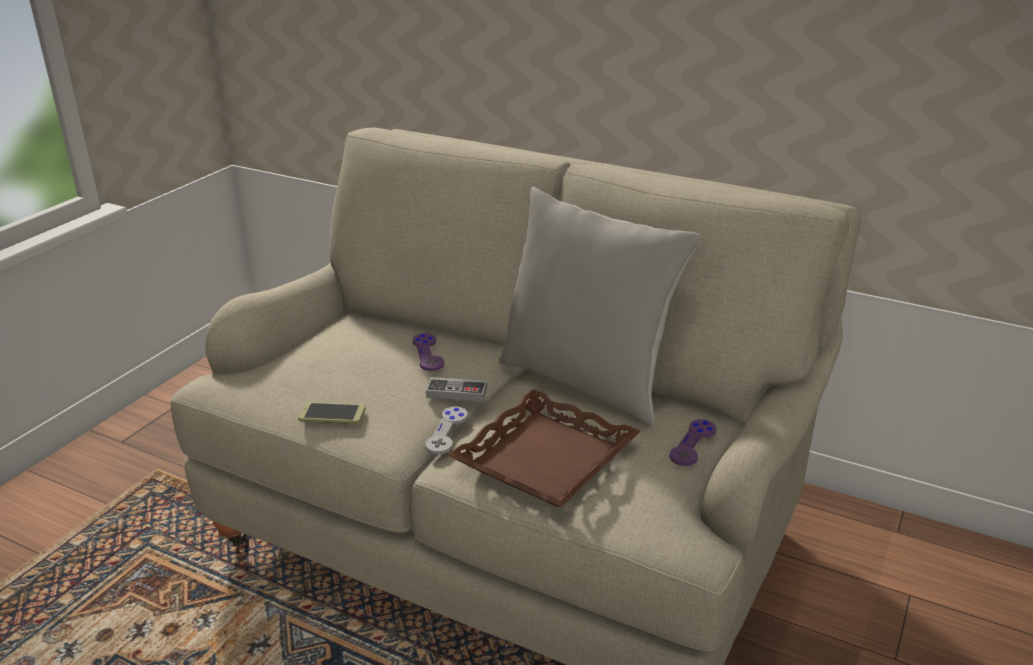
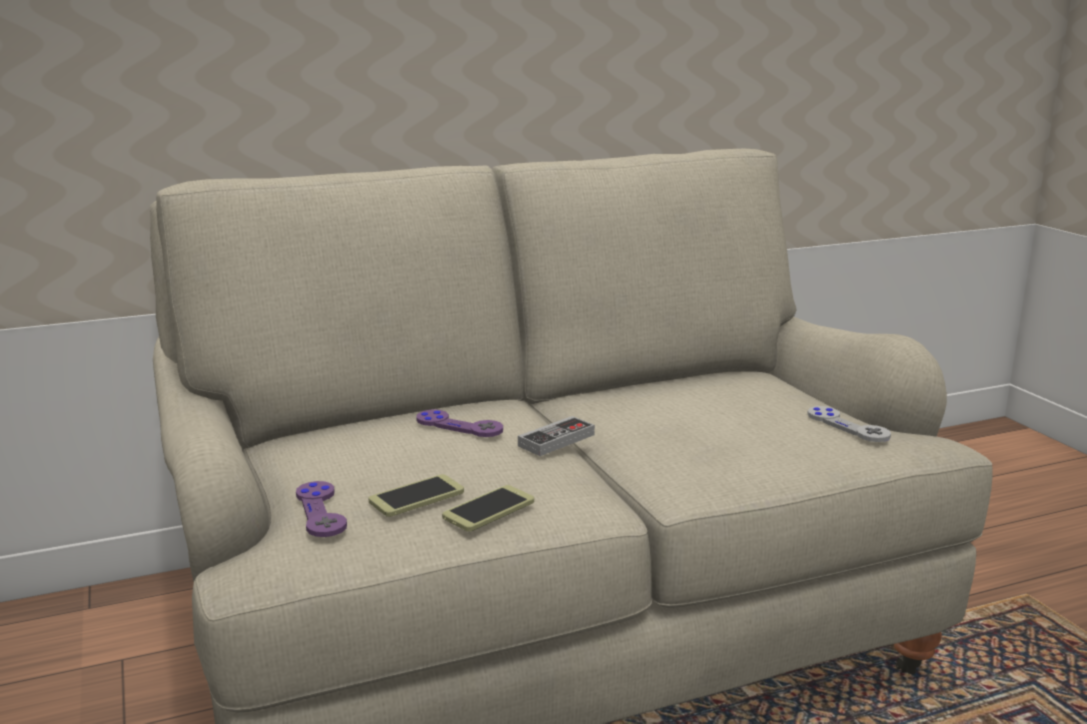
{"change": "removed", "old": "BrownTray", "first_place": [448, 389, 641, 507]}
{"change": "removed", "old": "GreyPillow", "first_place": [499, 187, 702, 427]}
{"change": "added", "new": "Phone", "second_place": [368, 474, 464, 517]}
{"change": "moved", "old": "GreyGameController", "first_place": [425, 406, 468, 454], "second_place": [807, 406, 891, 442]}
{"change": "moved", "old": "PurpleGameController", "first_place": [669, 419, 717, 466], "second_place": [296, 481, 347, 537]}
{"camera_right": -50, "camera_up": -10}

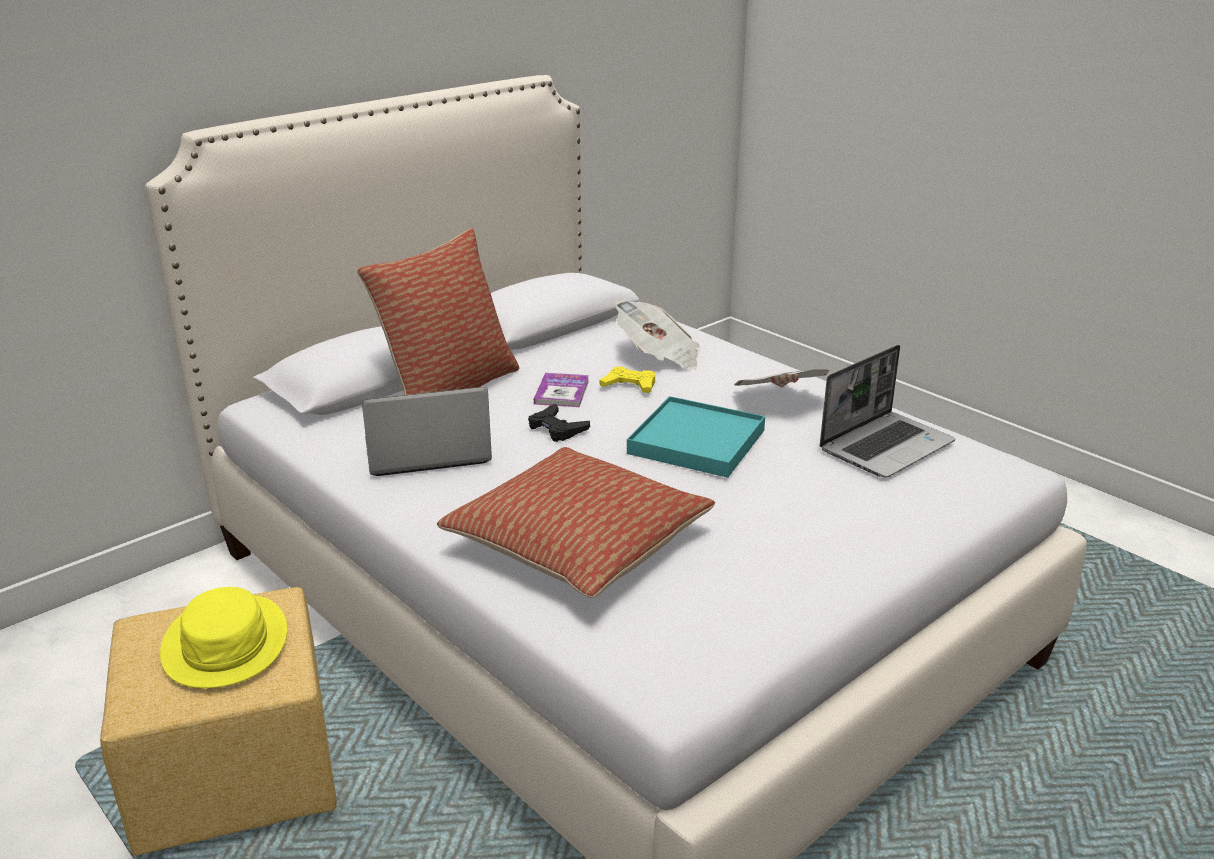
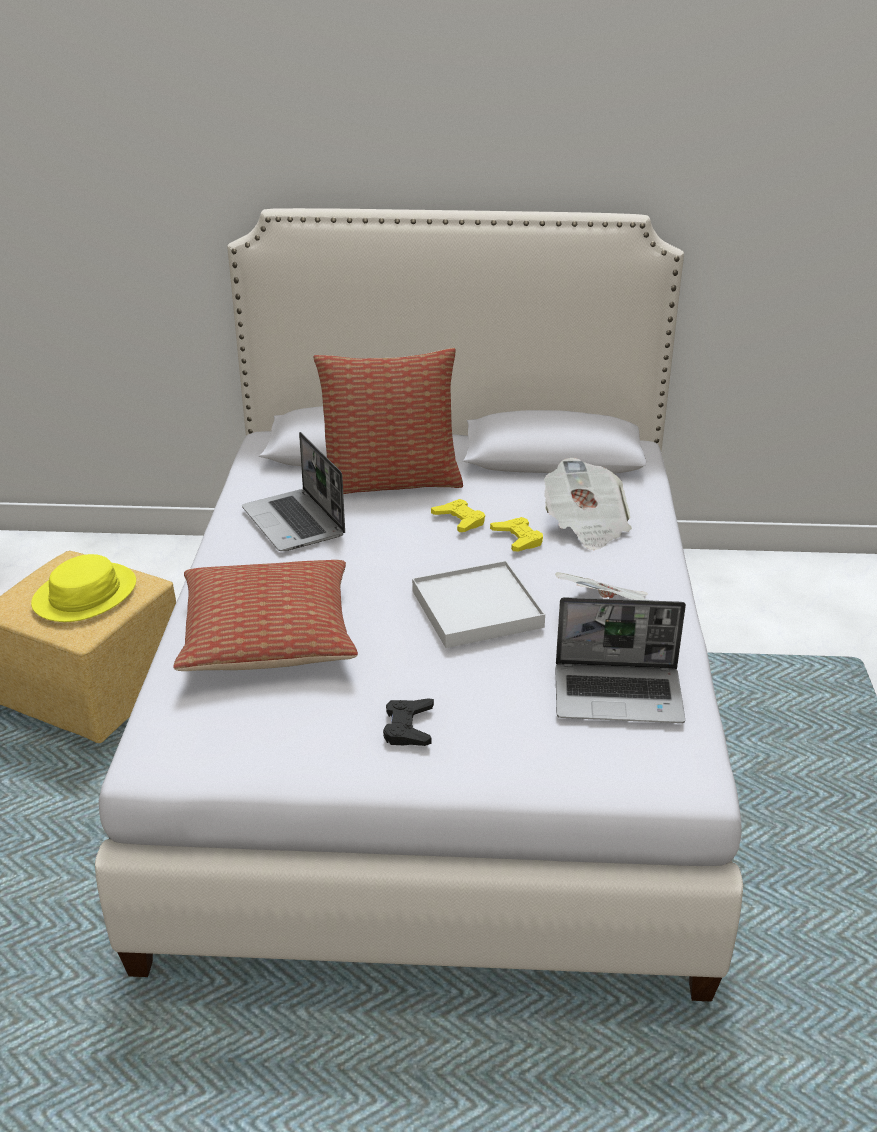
{"change": "moved", "old": "BlackGameController", "first_place": [528, 404, 590, 442], "second_place": [383, 698, 434, 746]}
{"change": "replaced", "old": "Book", "new": "YellowGameController", "first_place": [534, 373, 589, 407], "second_place": [431, 499, 485, 532]}
{"change": "recoloured", "old": "TurquoiseTray", "new": "WhiteTray", "first_place": [627, 396, 765, 478], "second_place": [412, 561, 545, 648]}
{"change": "turned", "old": "Laptop", "first_place": [362, 387, 492, 476], "second_place": [242, 432, 345, 551], "degrees": -150}
{"camera_right": 45, "camera_up": 5}

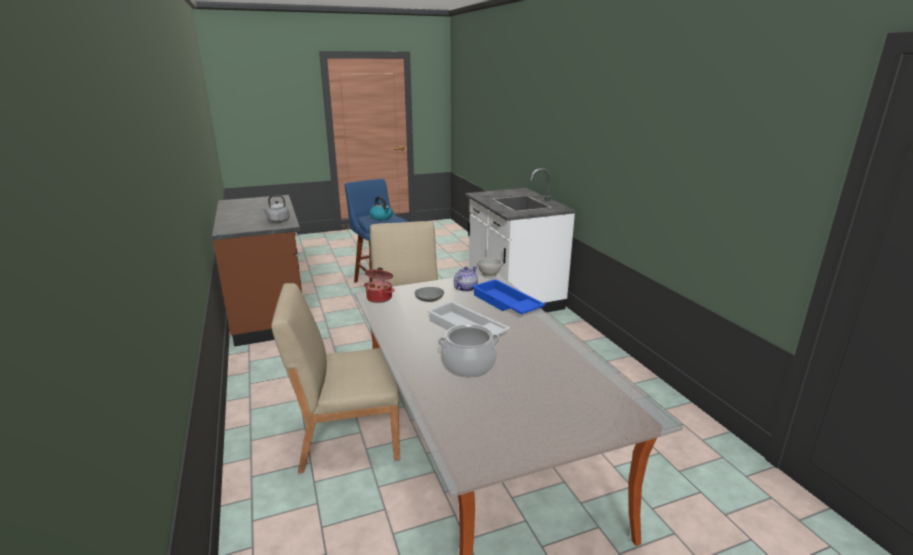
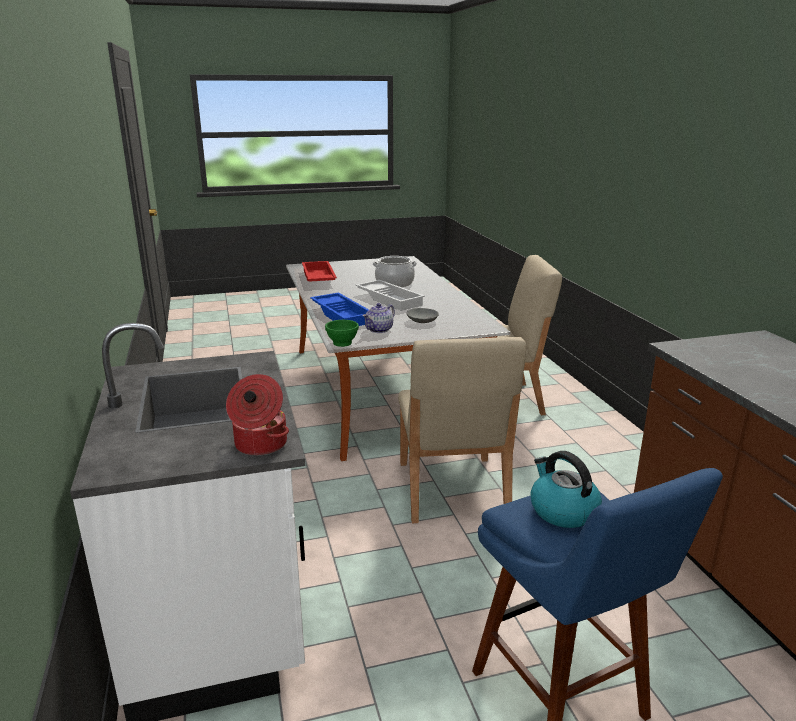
{"change": "removed", "old": "GreyKettle", "first_place": [261, 195, 290, 222]}
{"change": "added", "new": "RedTray", "second_place": [302, 261, 337, 281]}
{"change": "moved", "old": "CookingPot", "first_place": [364, 267, 395, 303], "second_place": [226, 374, 289, 456]}
{"change": "recoloured", "old": "WhiteBowl", "new": "GreenBowl", "first_place": [477, 258, 503, 278], "second_place": [325, 320, 359, 347]}
{"camera_right": -175, "camera_up": 0}

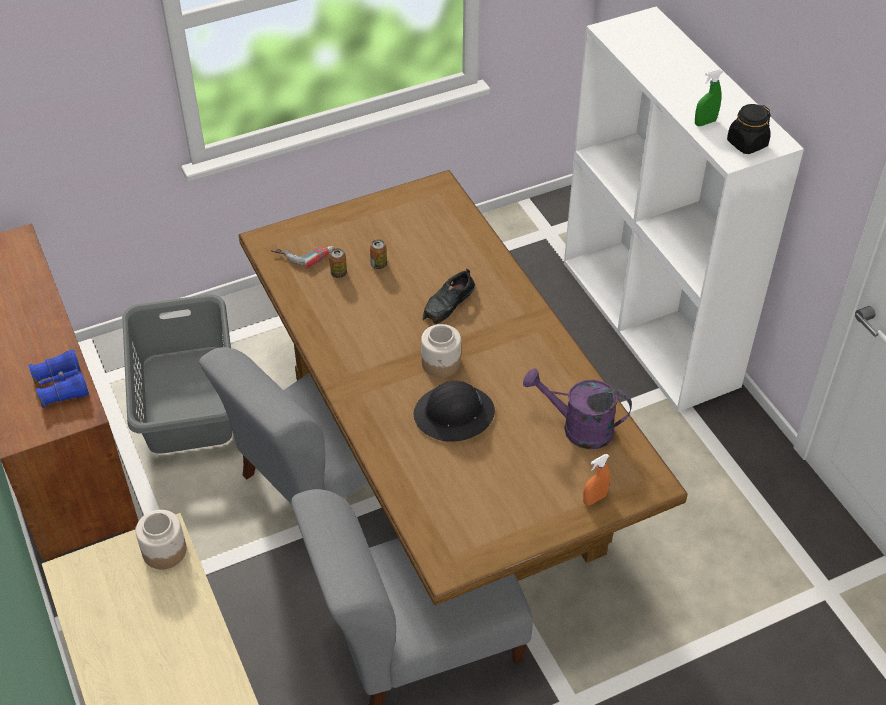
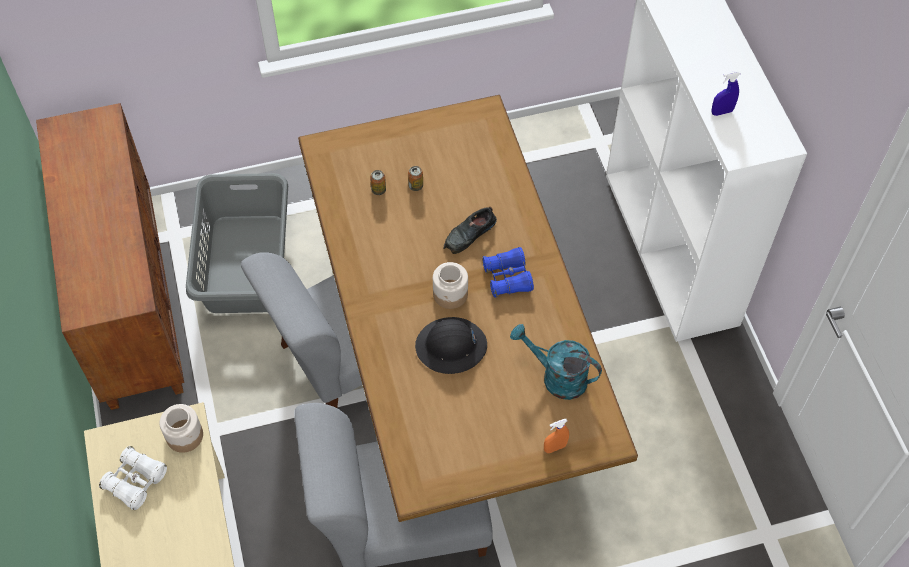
{"change": "removed", "old": "PowerDrill", "first_place": [271, 246, 334, 269]}
{"change": "removed", "old": "BlackJar", "first_place": [727, 104, 771, 154]}
{"change": "added", "new": "WhiteBinoculars", "second_place": [99, 446, 167, 510]}
{"change": "moved", "old": "BlueBinoculars", "first_place": [28, 349, 89, 408], "second_place": [482, 247, 534, 298]}
{"change": "recoloured", "old": "PurpleWateringCan", "new": "TurquoiseWateringCan", "first_place": [523, 368, 632, 449], "second_place": [510, 324, 602, 400]}
{"change": "recoloured", "old": "GreenSprayBottle", "new": "BlueSprayBottle", "first_place": [695, 69, 723, 126], "second_place": [712, 71, 741, 116]}
{"camera_right": 10, "camera_up": 10}

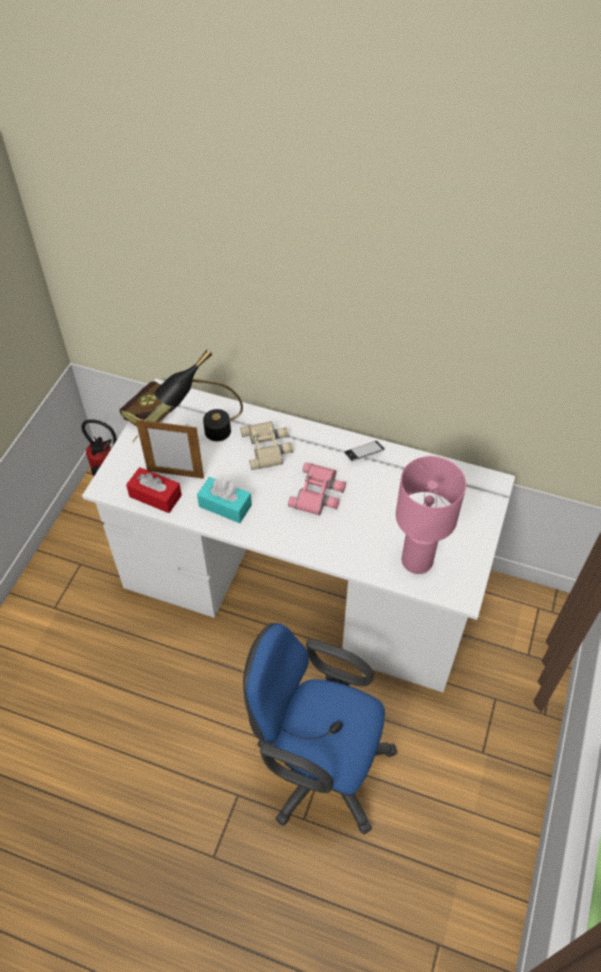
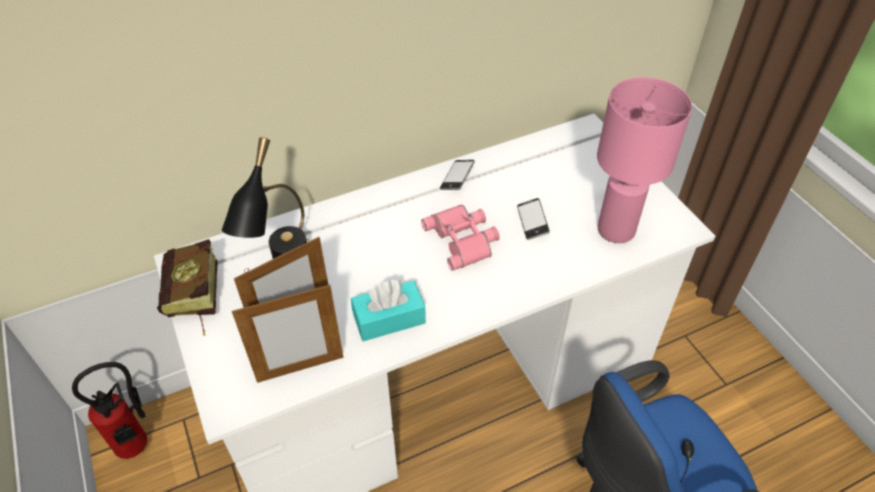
{"change": "removed", "old": "BeigeBinoculars", "first_place": [240, 421, 293, 470]}
{"change": "added", "new": "Phone", "second_place": [517, 198, 550, 240]}
{"change": "replaced", "old": "RedTissueBox", "new": "PictureFrame", "first_place": [126, 467, 182, 513], "second_place": [232, 285, 344, 383]}
{"camera_right": -45, "camera_up": -5}

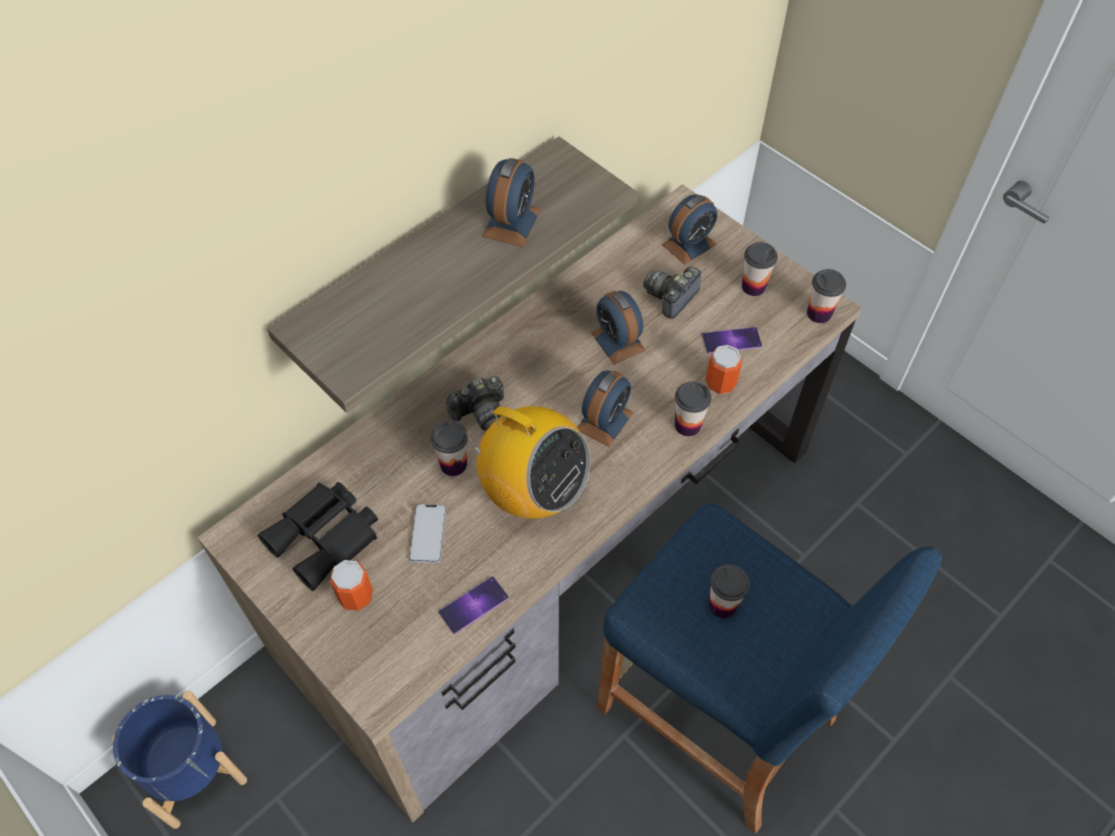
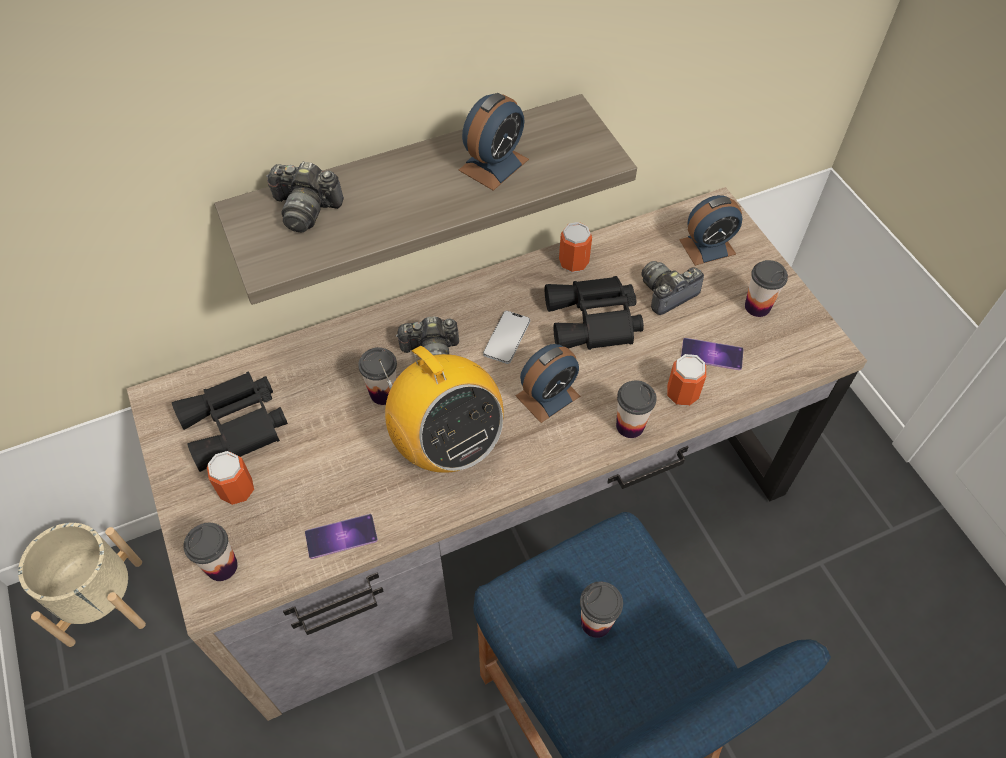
{"change": "added", "new": "PhotoCamera", "second_place": [266, 162, 344, 232]}
{"change": "added", "new": "Can", "second_place": [559, 222, 592, 273]}
{"change": "moved", "old": "Phone", "first_place": [409, 504, 446, 563], "second_place": [483, 311, 530, 364]}
{"change": "moved", "old": "Cup", "first_place": [807, 269, 846, 323], "second_place": [183, 523, 238, 581]}
{"change": "replaced", "old": "AlarmClock", "new": "BlackBinoculars", "first_place": [591, 291, 646, 365], "second_place": [545, 276, 644, 350]}
{"change": "recoloured", "old": "BluePlanter", "new": "BeigePlanter", "first_place": [112, 690, 247, 829], "second_place": [18, 523, 146, 647]}
{"camera_right": 20, "camera_up": 0}

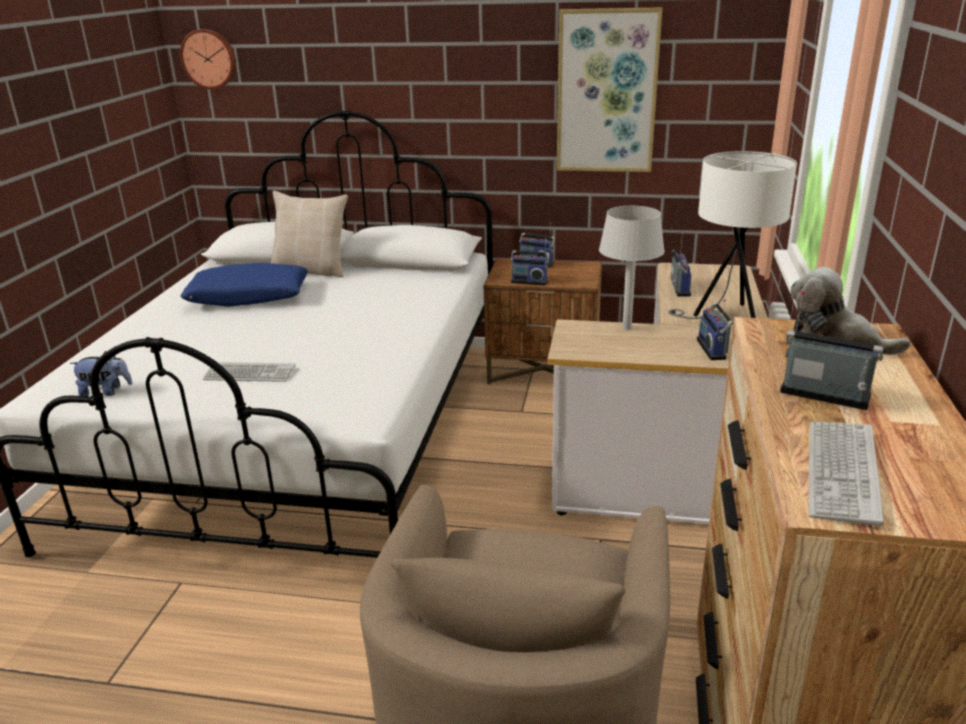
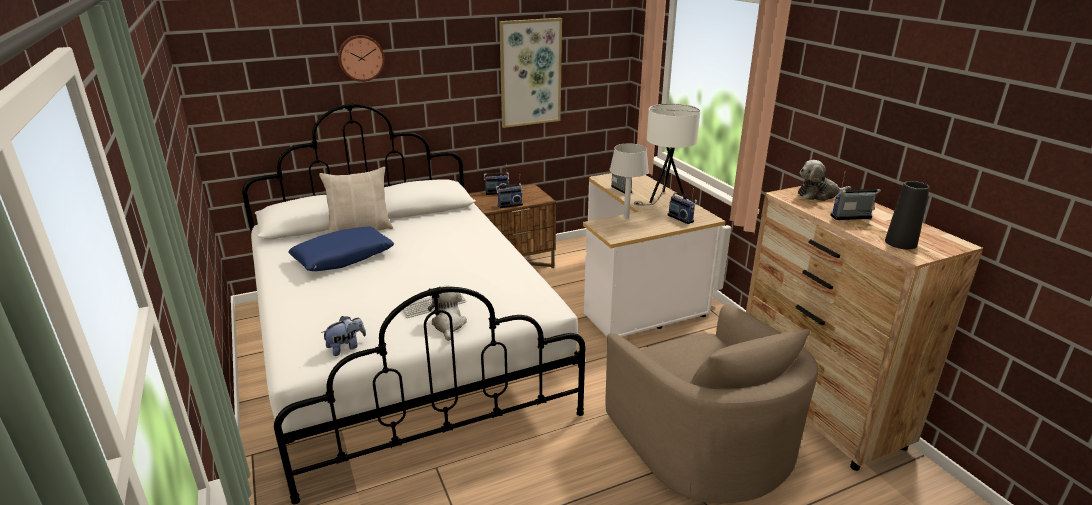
{"change": "added", "new": "PlushToy", "second_place": [428, 286, 467, 341]}
{"change": "moved", "old": "WallClock", "first_place": [180, 29, 236, 89], "second_place": [338, 35, 385, 82]}
{"change": "replaced", "old": "Keyboard", "new": "BlackVase", "first_place": [809, 422, 884, 526], "second_place": [885, 181, 930, 249]}
{"camera_right": -35, "camera_up": 0}

